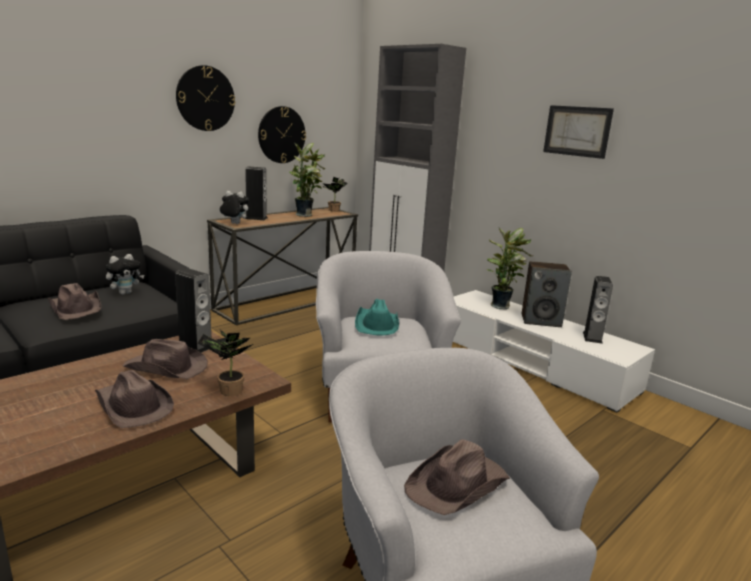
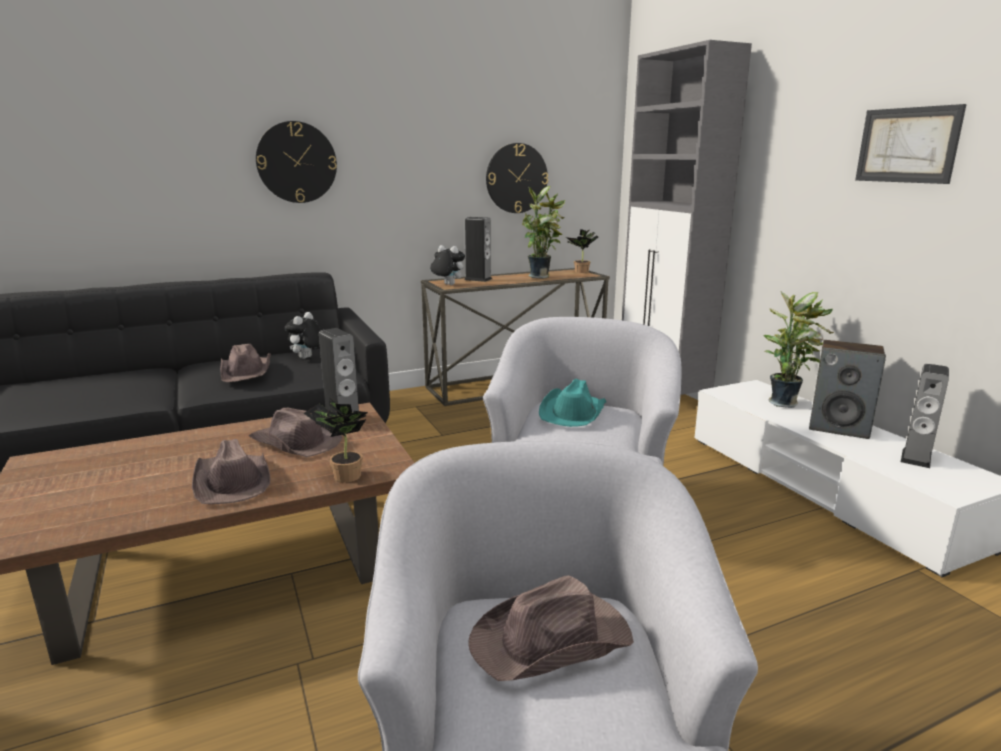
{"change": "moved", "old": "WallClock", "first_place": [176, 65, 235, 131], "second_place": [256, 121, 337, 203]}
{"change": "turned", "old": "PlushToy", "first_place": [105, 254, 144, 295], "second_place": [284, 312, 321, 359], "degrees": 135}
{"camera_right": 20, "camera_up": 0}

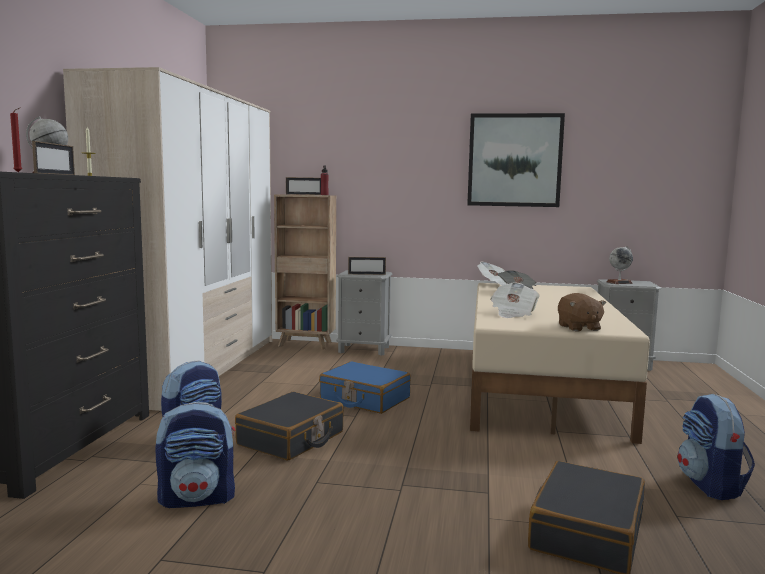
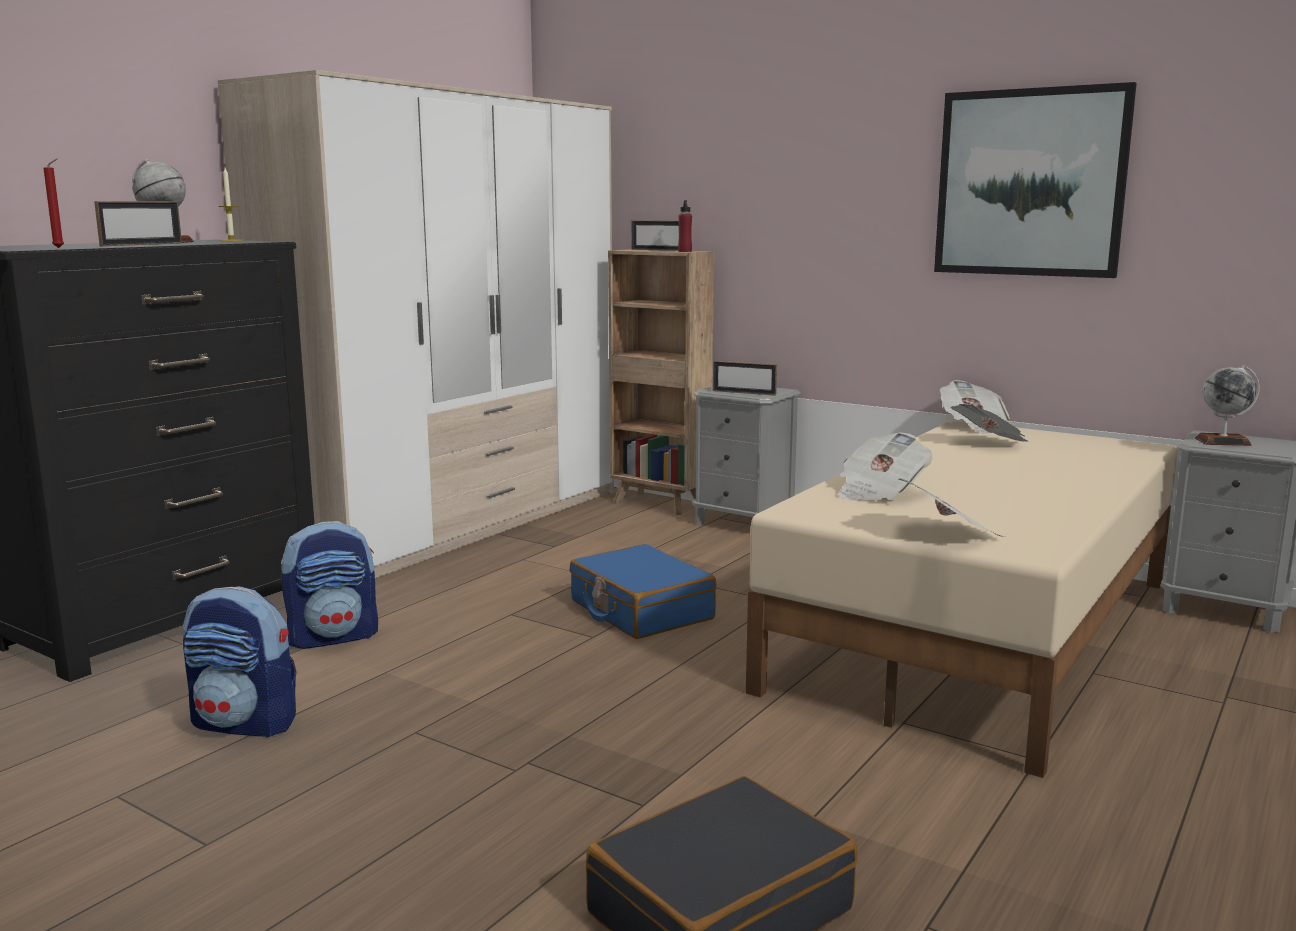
{"change": "removed", "old": "BlackSuitcase", "first_place": [235, 392, 343, 461]}
{"change": "removed", "old": "Backpack", "first_place": [677, 394, 755, 500]}
{"change": "replaced", "old": "BrownPlushToy", "new": "Newspaper", "first_place": [558, 293, 606, 332], "second_place": [899, 478, 1004, 537]}
{"camera_right": 25, "camera_up": 5}

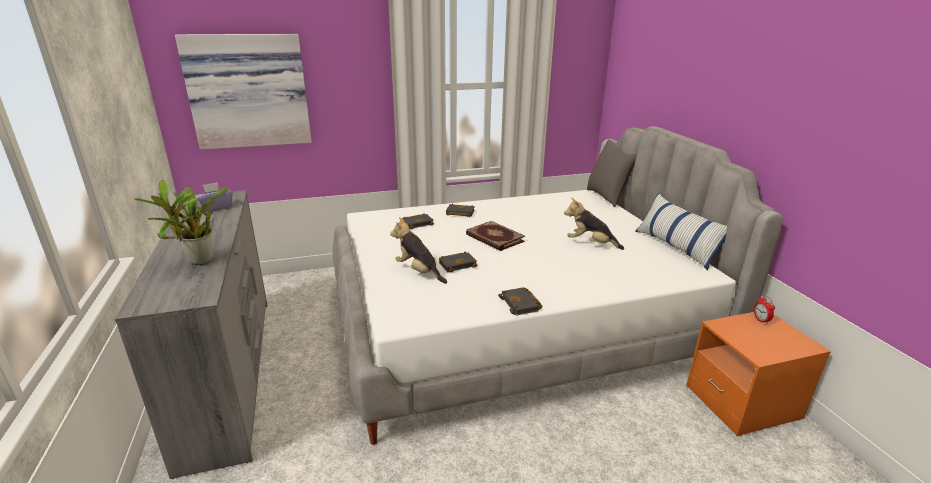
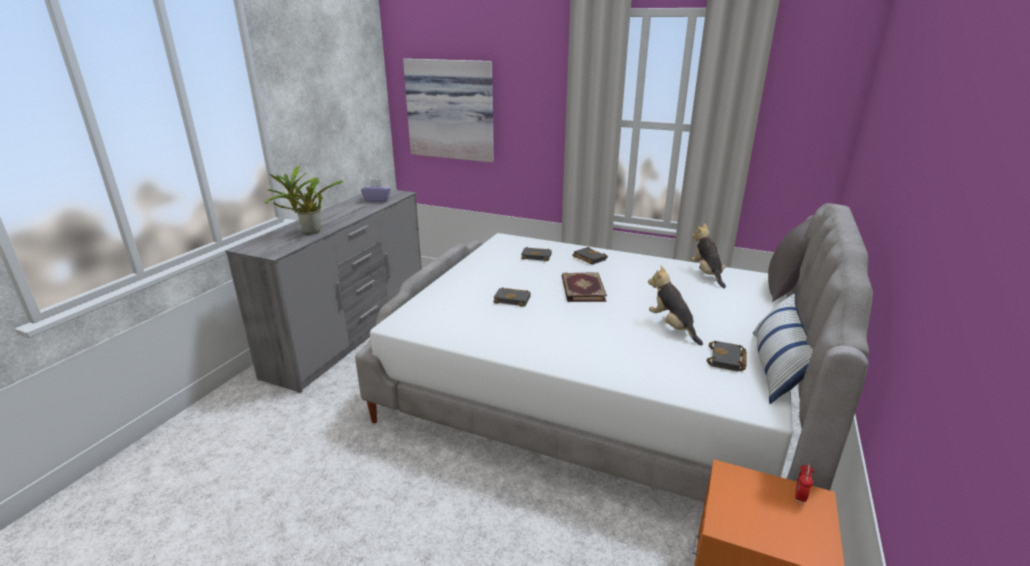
{"change": "moved", "old": "PlushToy", "first_place": [390, 217, 447, 284], "second_place": [691, 223, 726, 288]}
{"change": "moved", "old": "BlackBook", "first_place": [498, 287, 543, 316], "second_place": [707, 341, 747, 372]}
{"camera_right": 40, "camera_up": 0}

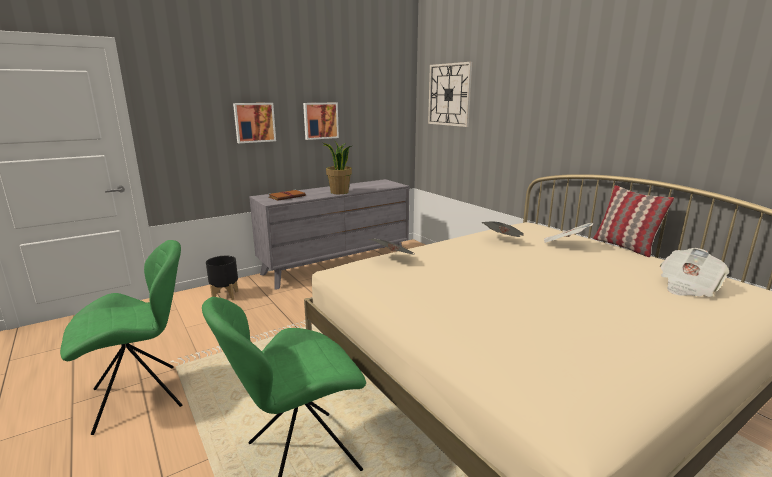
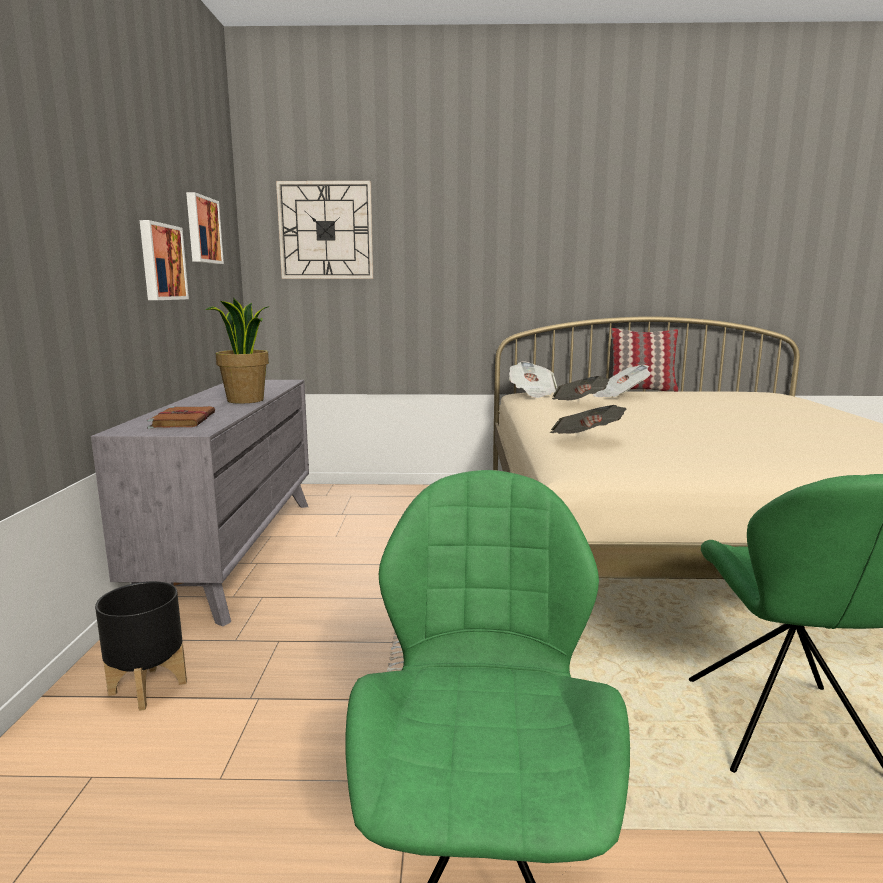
{"change": "moved", "old": "Picture", "first_place": [233, 103, 276, 143], "second_place": [186, 192, 224, 264]}
{"change": "moved", "old": "Newspaper", "first_place": [660, 248, 729, 297], "second_place": [509, 361, 557, 398]}
{"camera_right": -55, "camera_up": -5}

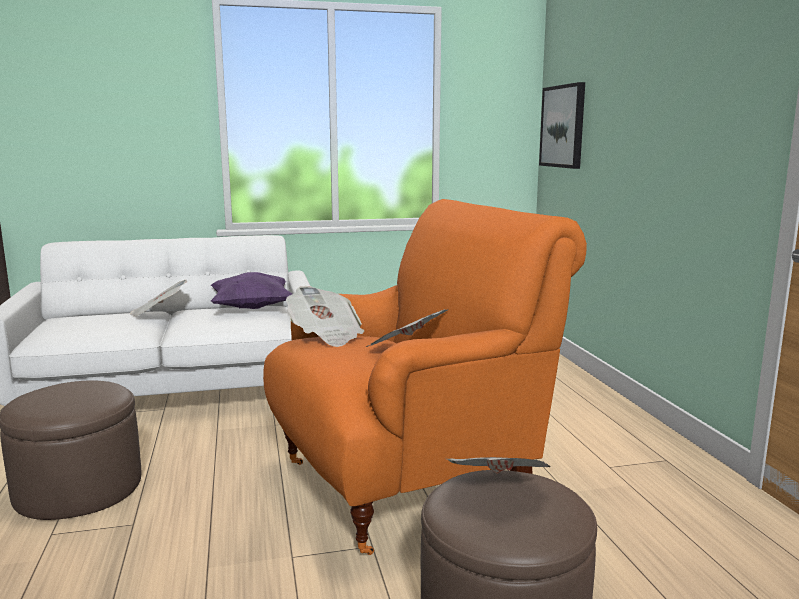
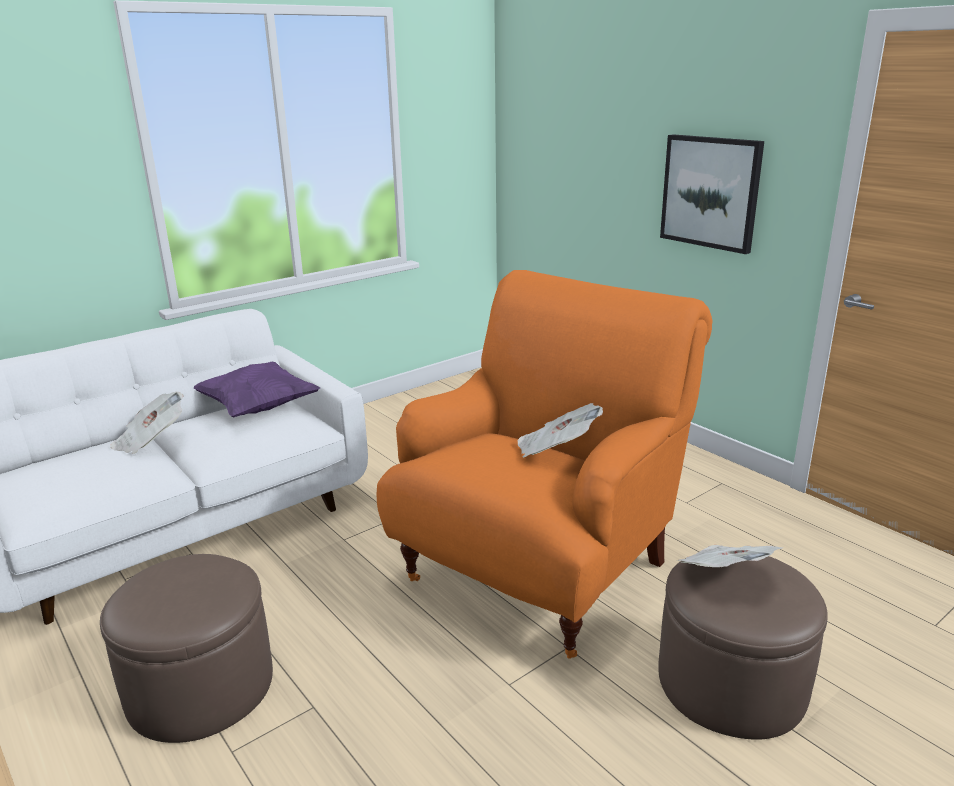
{"change": "removed", "old": "Newspaper", "first_place": [286, 286, 365, 347]}
{"change": "moved", "old": "Picture", "first_place": [539, 82, 585, 169], "second_place": [660, 134, 764, 254]}
{"camera_right": -25, "camera_up": 10}

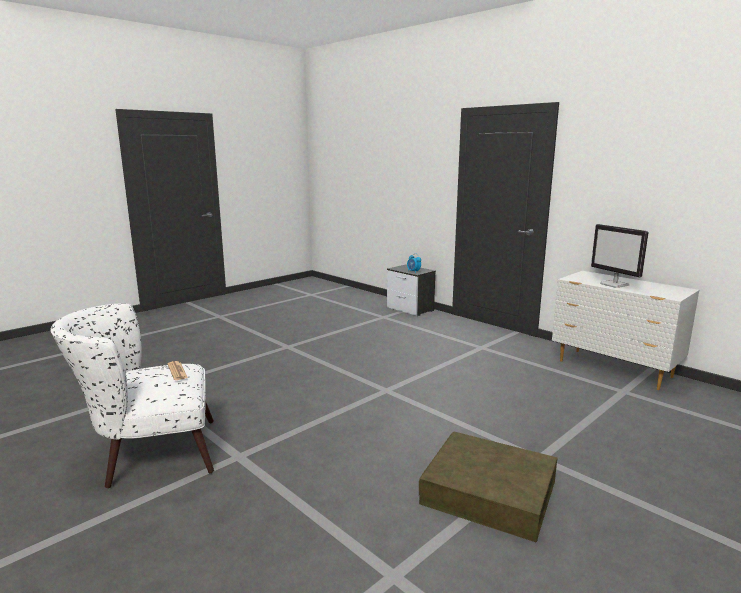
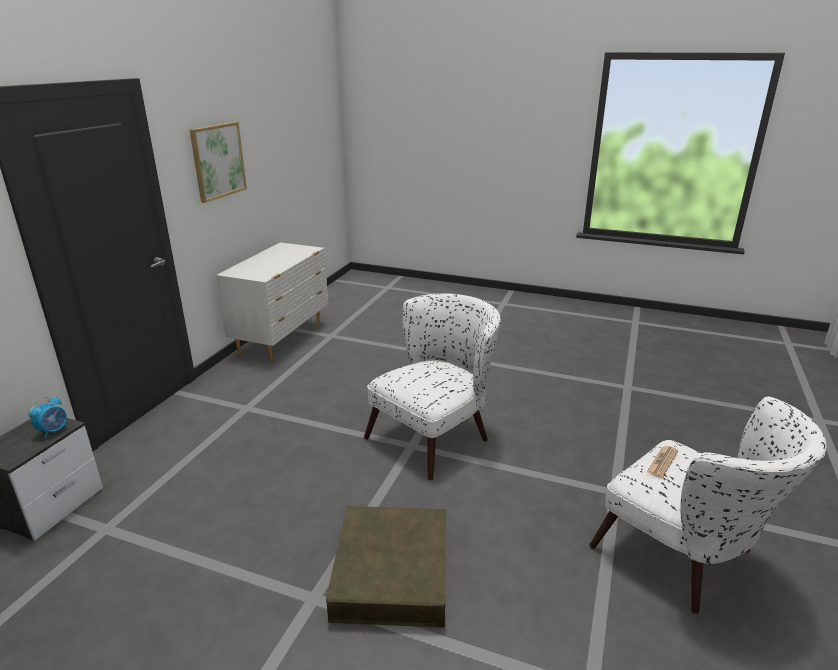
{"change": "removed", "old": "Monitor", "first_place": [591, 224, 649, 288]}
{"change": "added", "new": "Picture", "second_place": [190, 122, 247, 203]}
{"change": "added", "new": "WhiteArmchair", "second_place": [364, 293, 501, 480]}
{"change": "moved", "old": "BrownStorageBox", "first_place": [419, 432, 558, 542], "second_place": [326, 506, 446, 628]}
{"camera_right": -115, "camera_up": 10}

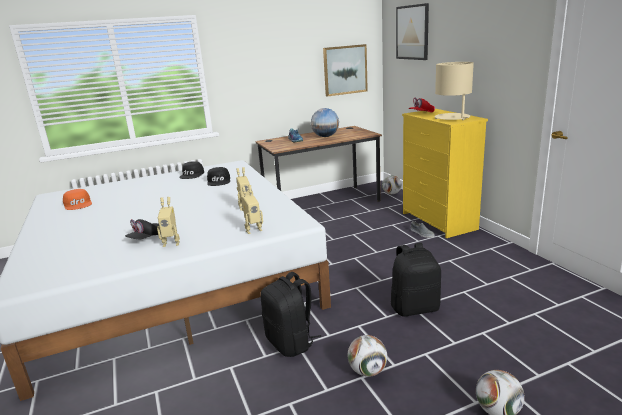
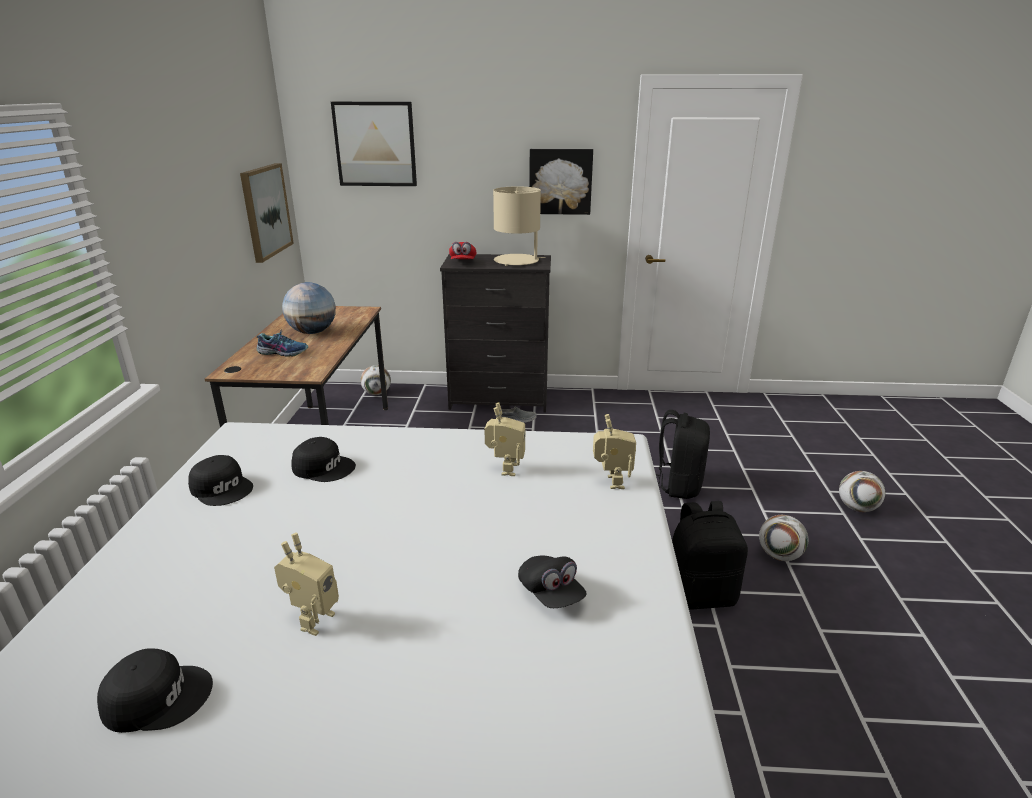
{"change": "added", "new": "Picture", "second_place": [529, 149, 593, 215]}
{"change": "moved", "old": "ToyRobot", "first_place": [157, 197, 180, 247], "second_place": [274, 533, 339, 636]}
{"change": "recoloured", "old": "OrangeCap", "new": "BlackCap", "first_place": [63, 189, 92, 210], "second_place": [97, 648, 213, 733]}
{"change": "recoloured", "old": "YellowDresser", "new": "BlackDresser", "first_place": [402, 109, 488, 238], "second_place": [440, 254, 551, 412]}
{"camera_right": -65, "camera_up": 5}

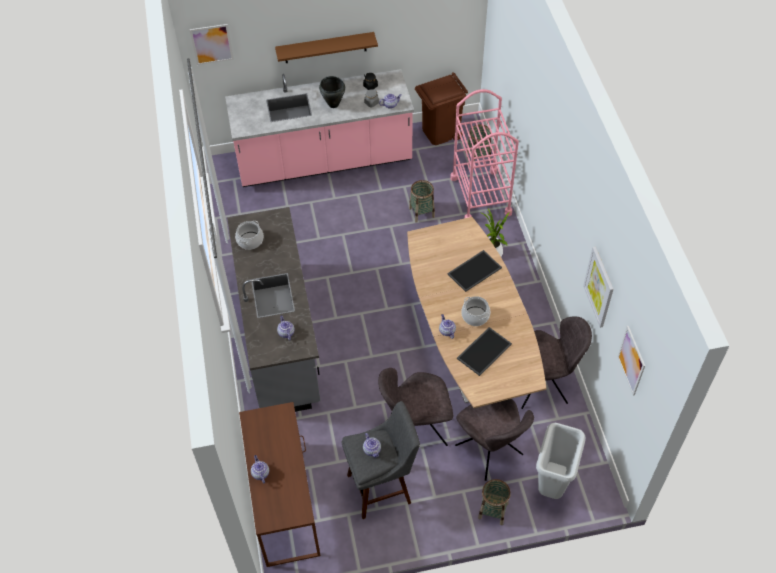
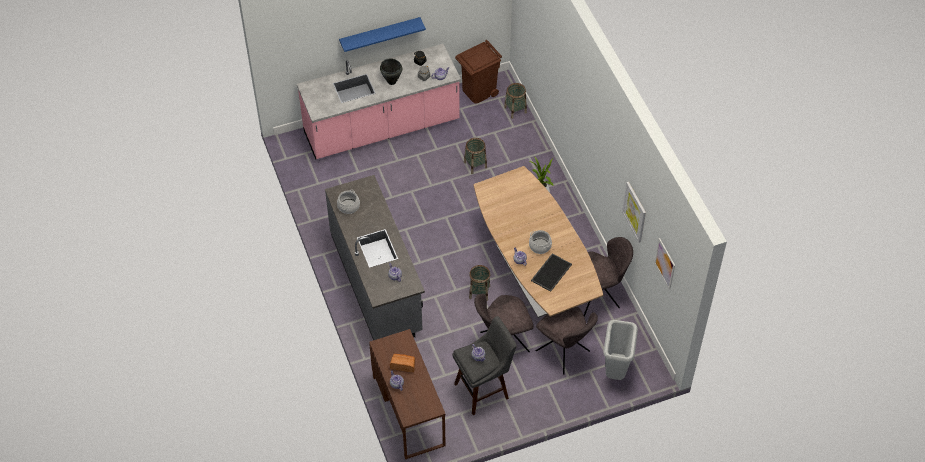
{"change": "removed", "old": "Picture", "first_place": [189, 24, 234, 65]}
{"change": "removed", "old": "Tray", "first_place": [448, 250, 502, 292]}
{"change": "removed", "old": "PinkCart", "first_place": [450, 89, 519, 218]}
{"change": "added", "new": "Bread", "second_place": [390, 354, 415, 372]}
{"change": "moved", "old": "Basket", "first_place": [478, 479, 511, 525], "second_place": [469, 265, 490, 301]}
{"change": "recoloured", "old": "BrownShelf", "new": "BlueShelf", "first_place": [275, 32, 378, 63], "second_place": [339, 17, 426, 52]}
{"camera_right": -10, "camera_up": 0}

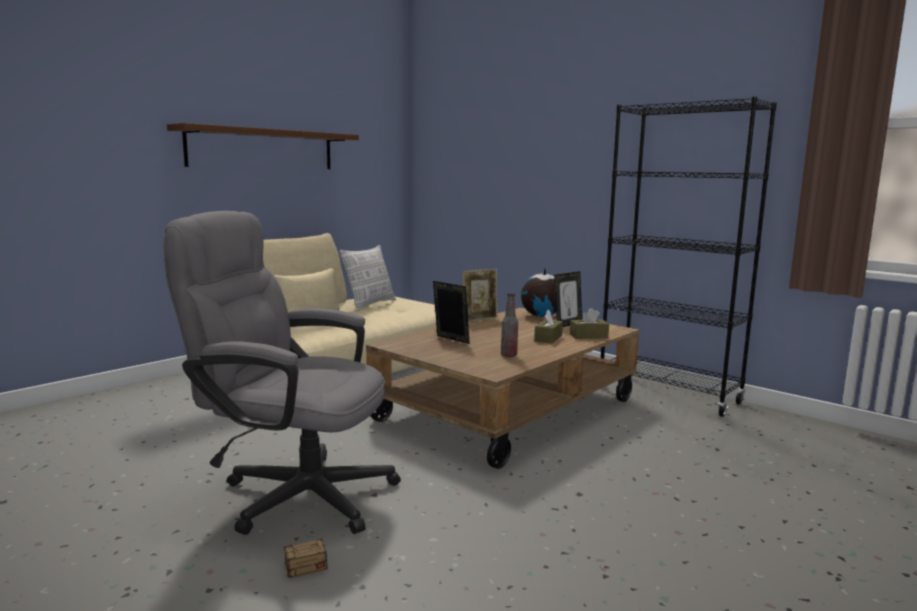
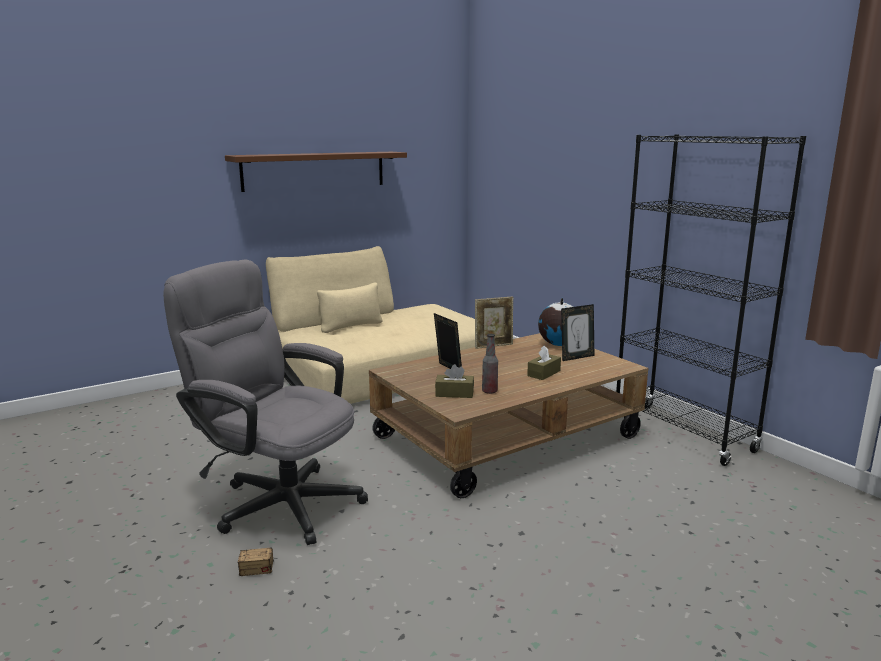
{"change": "removed", "old": "Pillow", "first_place": [340, 245, 396, 311]}
{"change": "moved", "old": "BrownTissueBox", "first_place": [570, 308, 609, 339], "second_place": [435, 364, 474, 398]}
{"camera_right": 15, "camera_up": 5}

